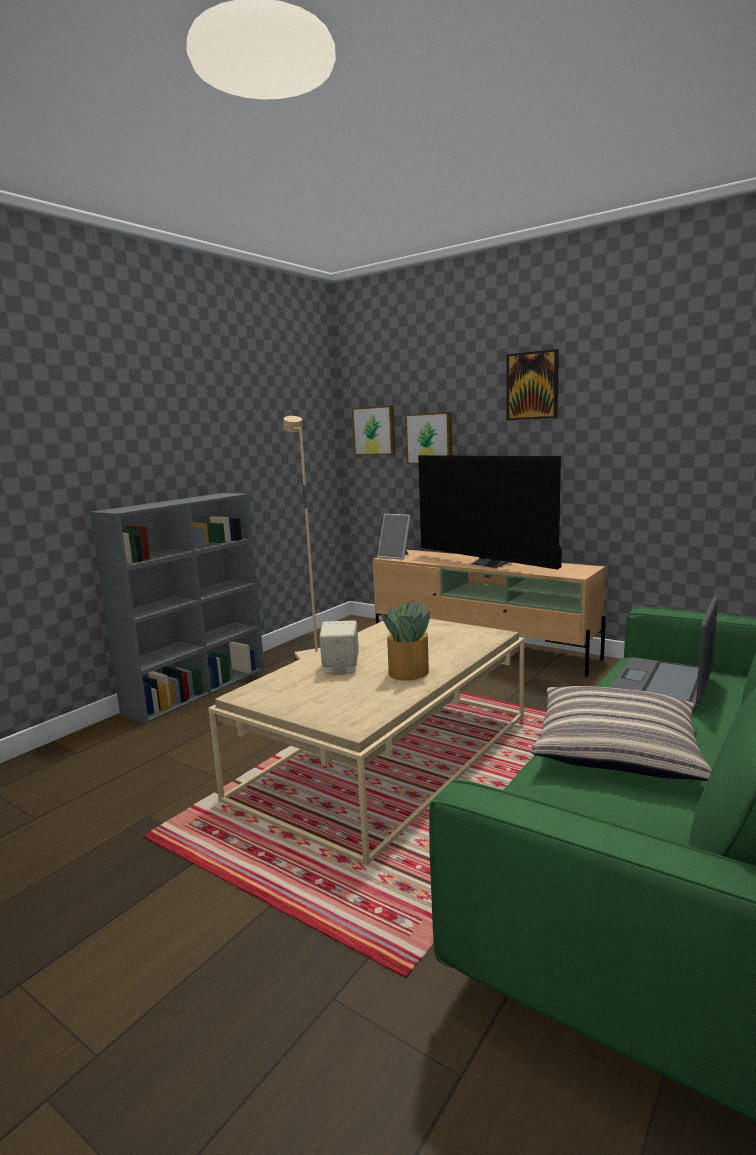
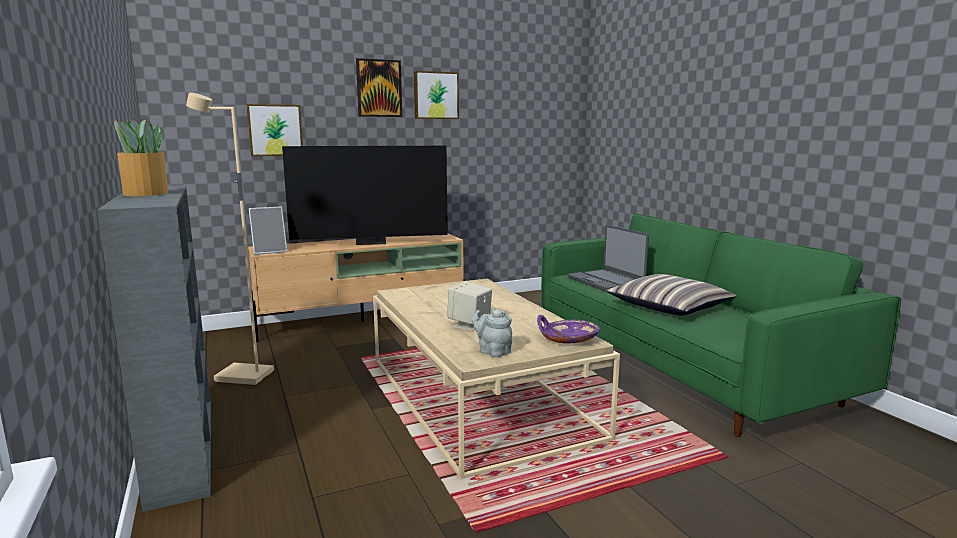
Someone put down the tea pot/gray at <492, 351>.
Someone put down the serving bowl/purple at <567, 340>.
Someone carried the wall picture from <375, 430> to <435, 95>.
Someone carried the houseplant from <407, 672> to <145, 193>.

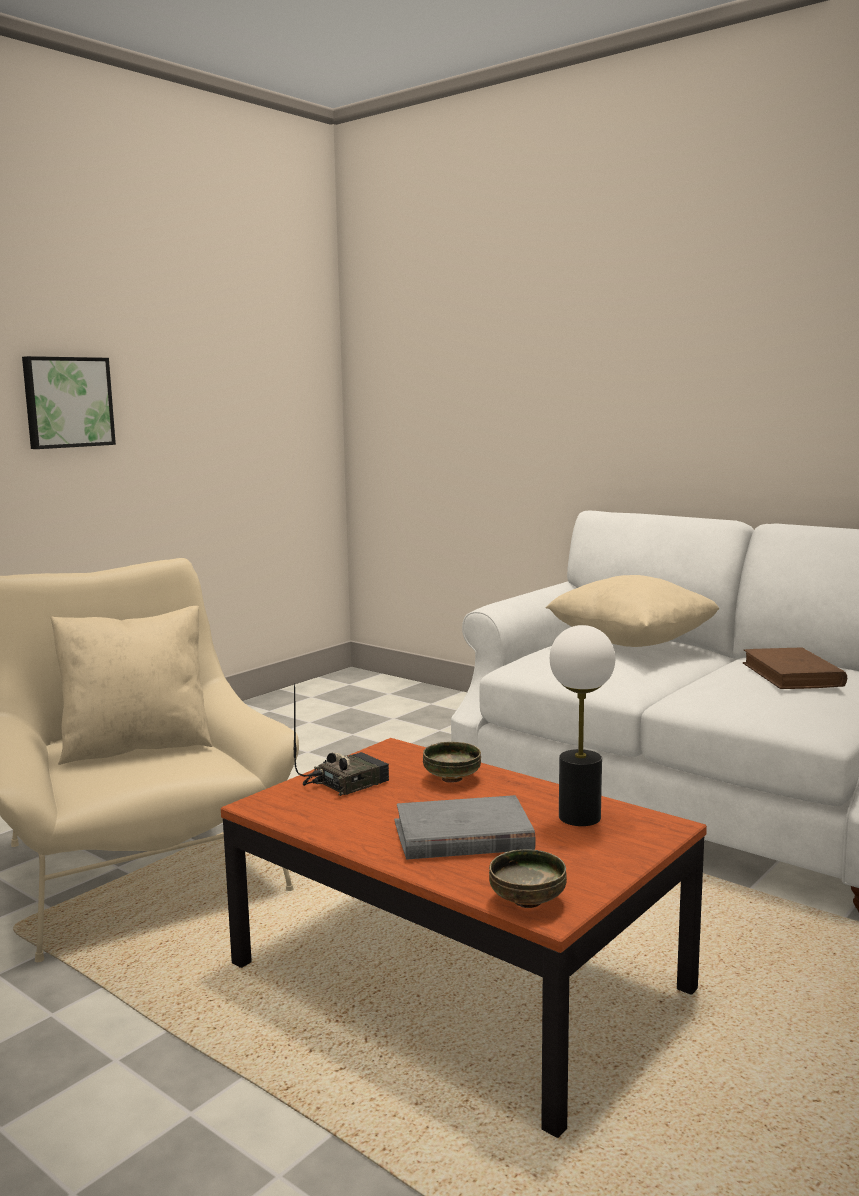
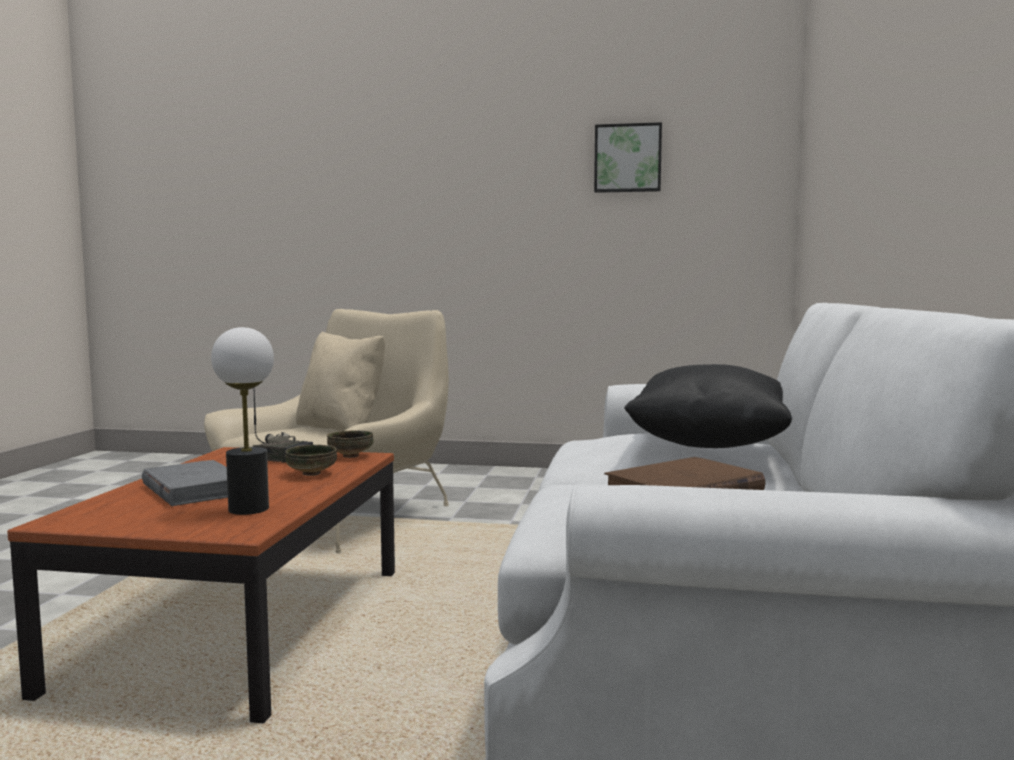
Someone carried the wall picture from <67, 402> to <627, 158>.
Someone carried the serving bowl from <528, 902> to <350, 456>.
Someone repainted the throw pillow/beige-coloured at <631, 642>, which became the throw pillow/black-coloured at <709, 445>.

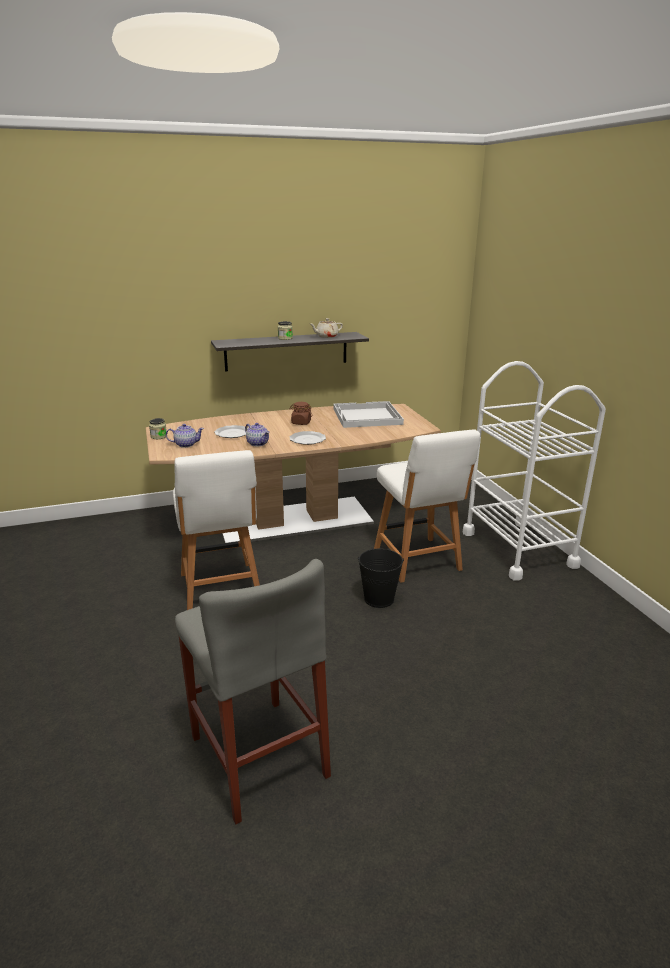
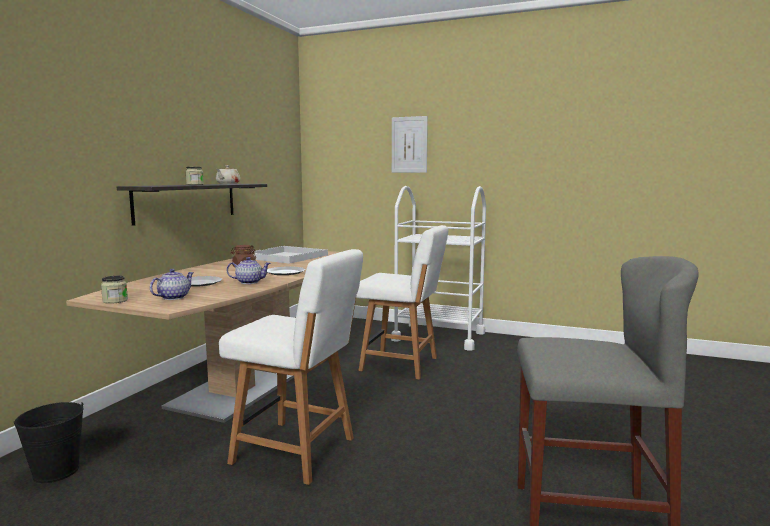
Someone put up the wall picture at <409, 144>.
Someone carried the pail/black-coloured from <379, 599> to <56, 471>.

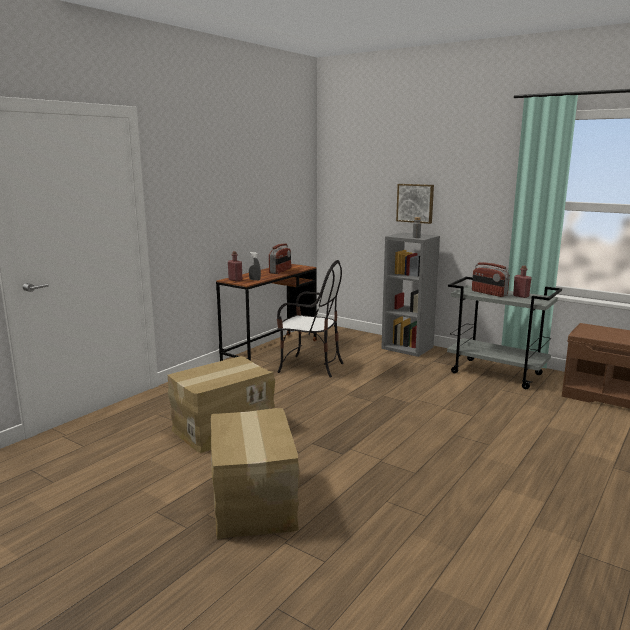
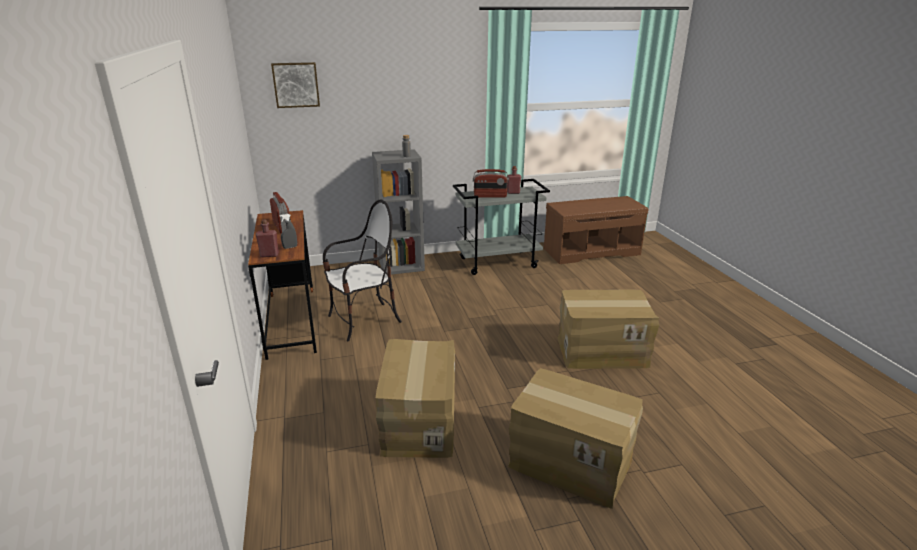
Someone put down the cardboard box at <601, 351>.
Someone carried the wall picture from <415, 203> to <296, 85>.

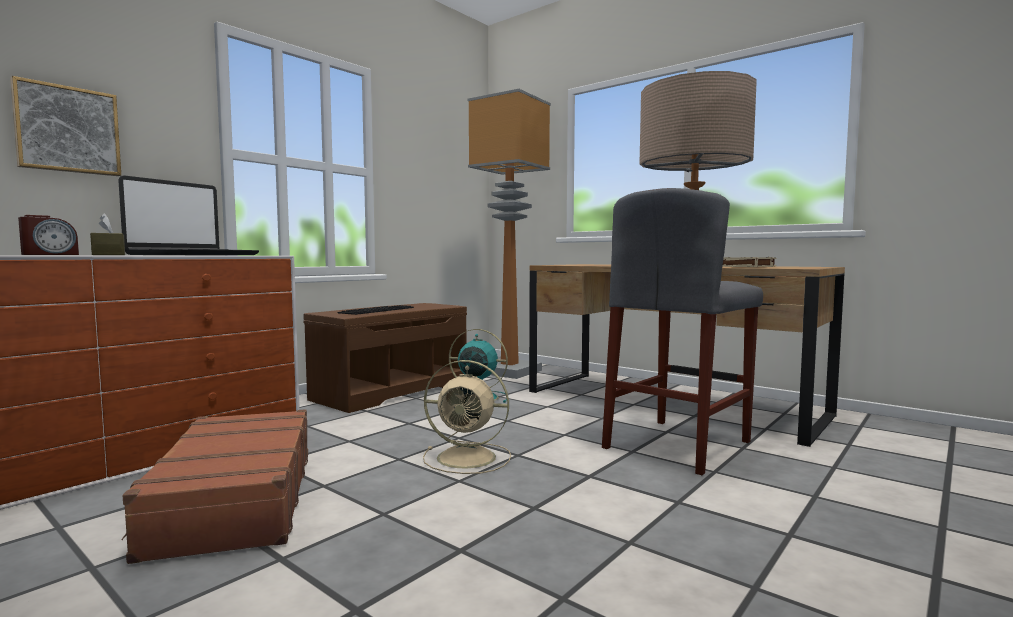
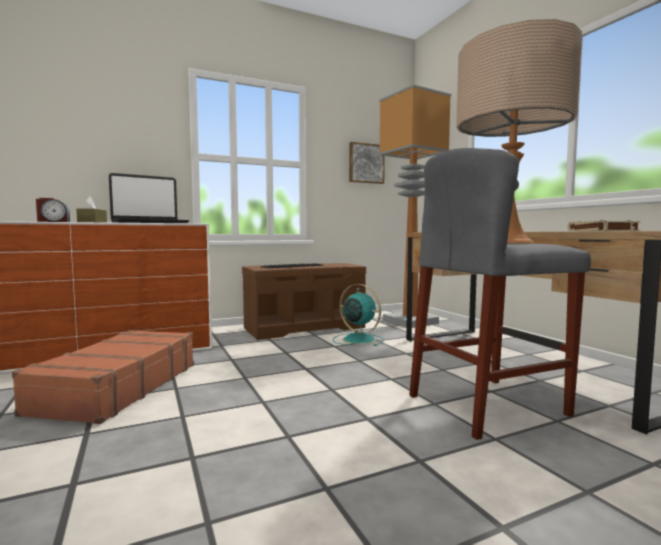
Someone took away the electric fan/beige-coloured at <469, 458>.
Someone carried the wall picture from <67, 130> to <366, 163>.

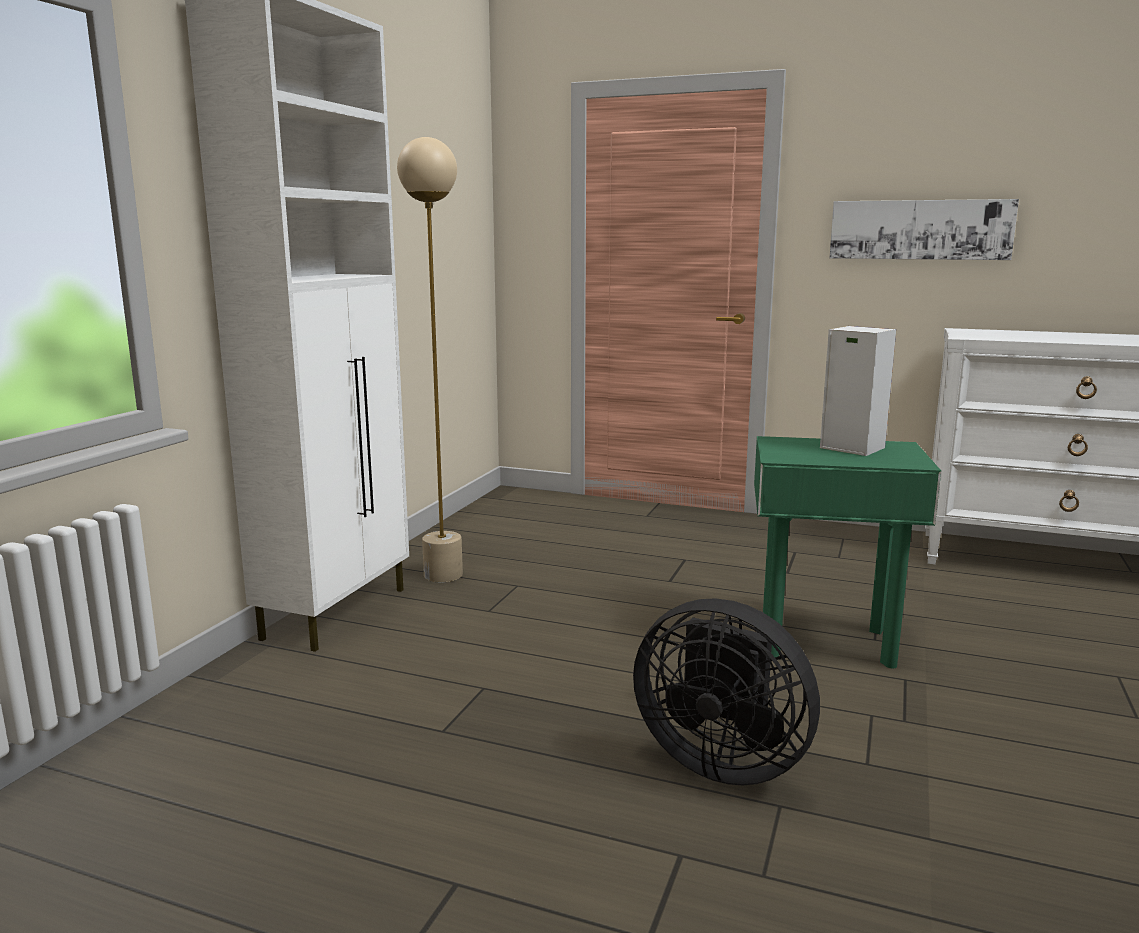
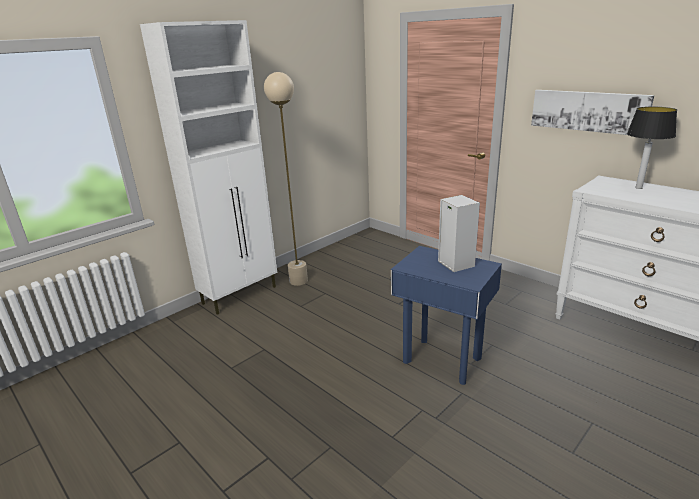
Someone took away the electric fan/black-coloured at <721, 760>.
Someone put down the tabletop lamp at <638, 188>.
Someone repainted the end table/green at <826, 643>, which became the end table/blue-coloured at <441, 360>.

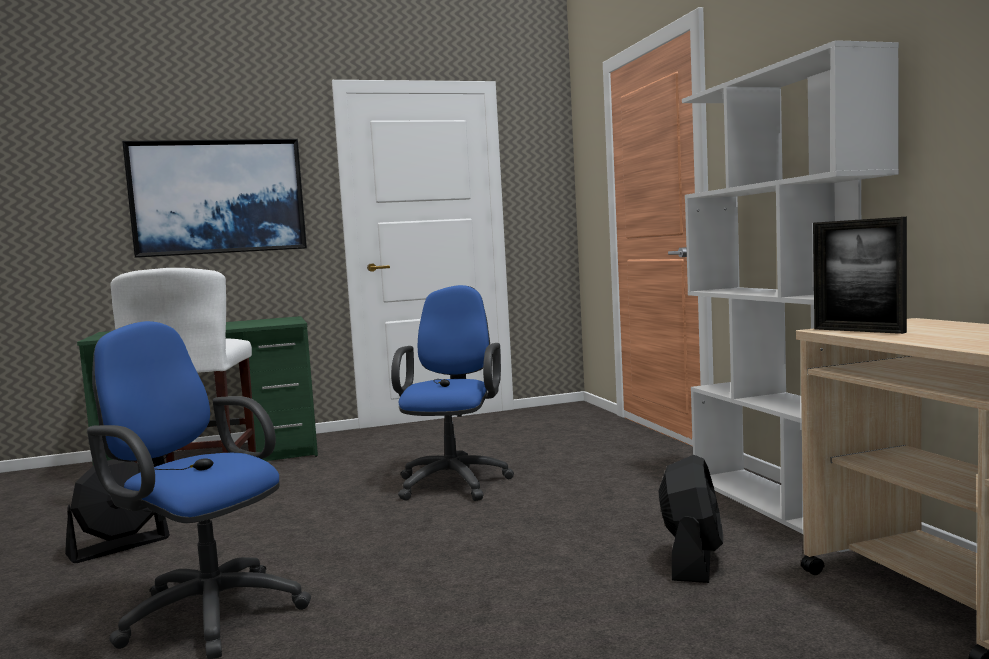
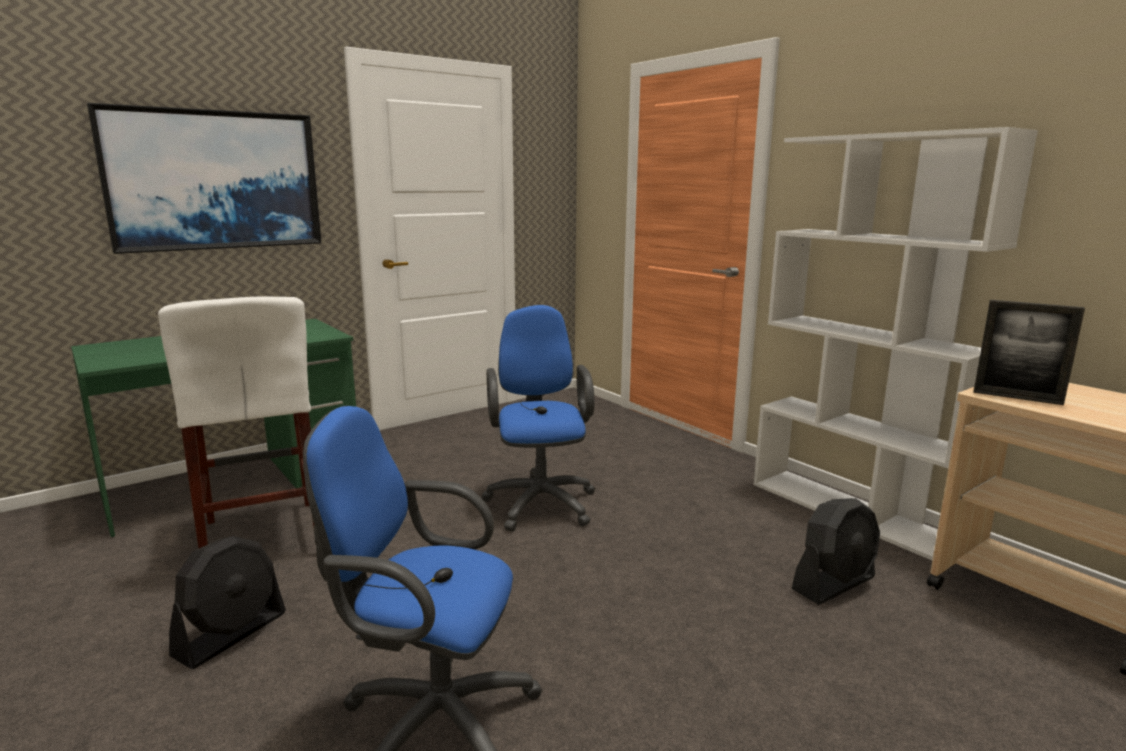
Someone rotated the electric fan/black-coloured at <692, 560> by 60 degrees clockwise.

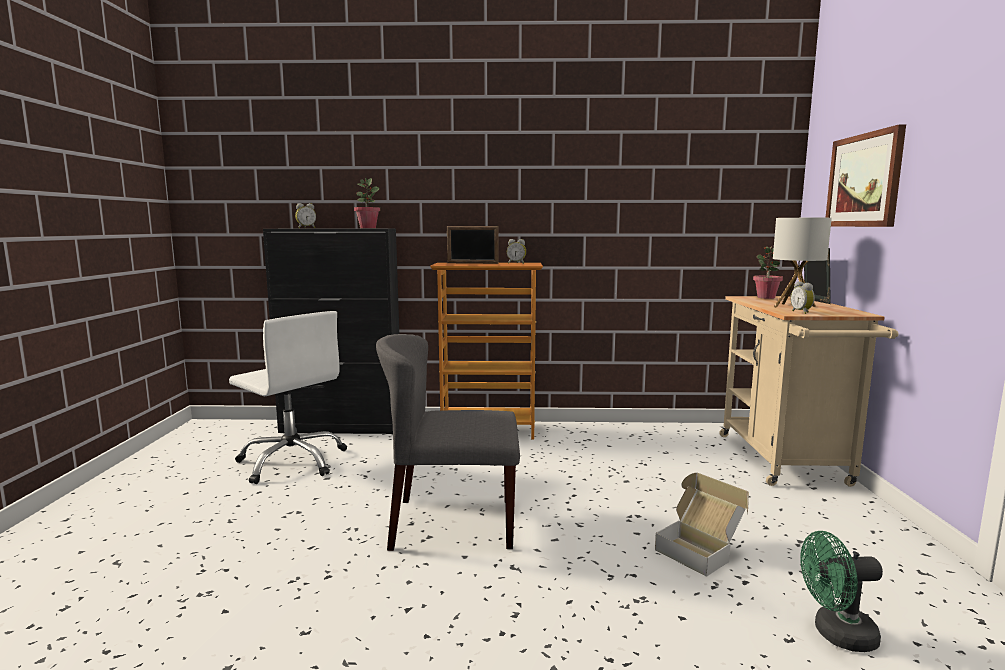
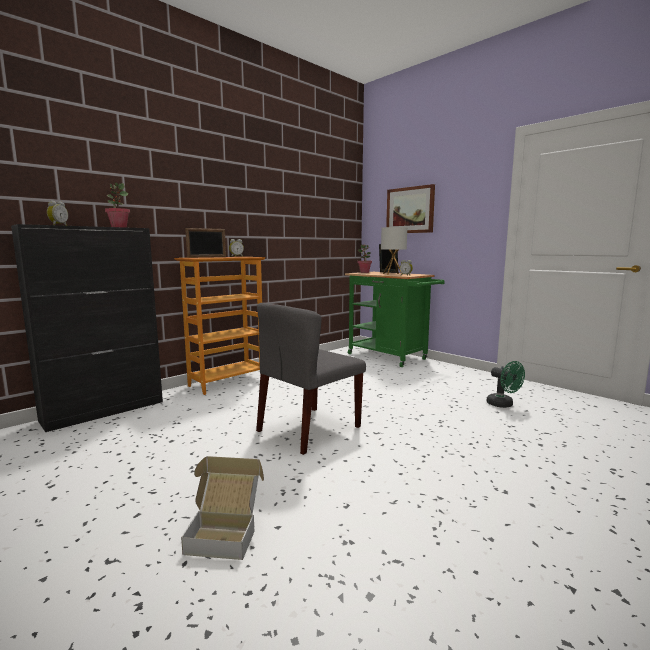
Someone took away the office chair/white-coloured at <293, 461>.
Someone carried the cardboard box from <700, 550> to <225, 532>.
Someone repainted the cart/beige-coloured at <786, 463>, which became the cart/green at <391, 357>.
Someone rotated the electric fan/green at <836, 634> by 75 degrees counterclockwise.

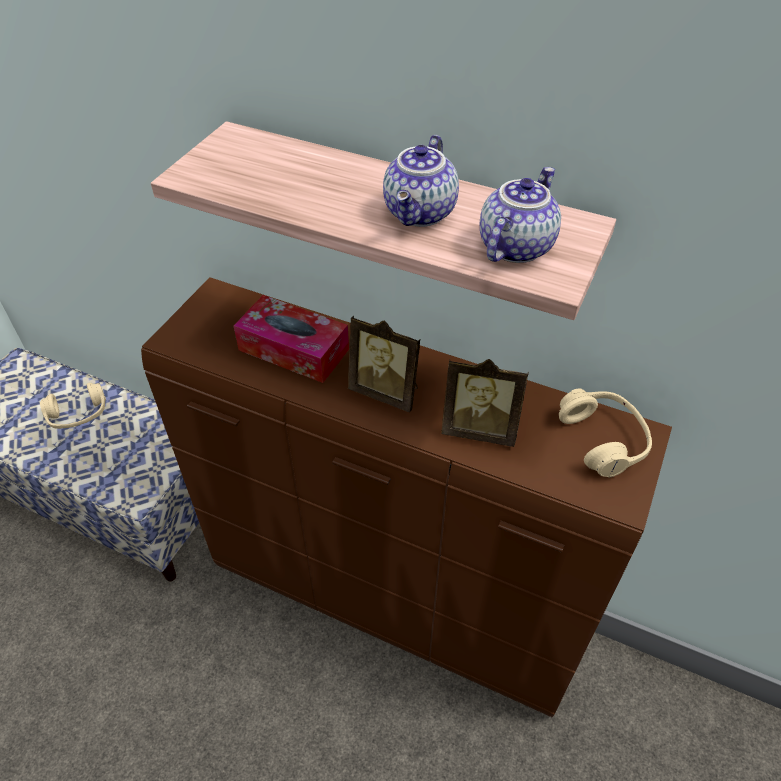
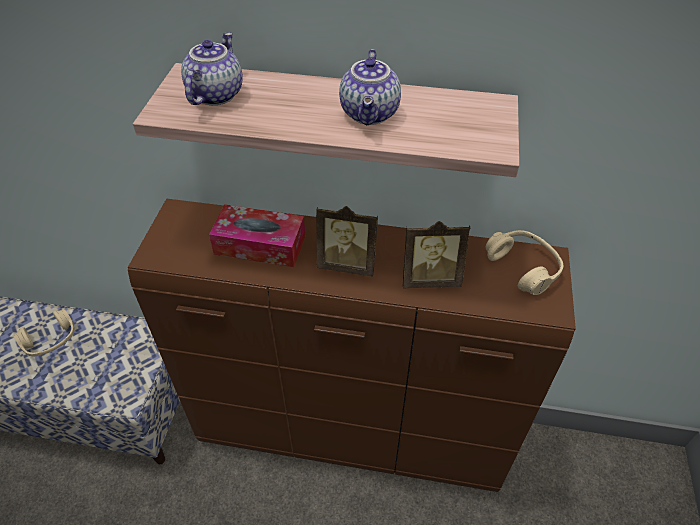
Someone carried the tea pot from <514, 246> to <215, 94>.

